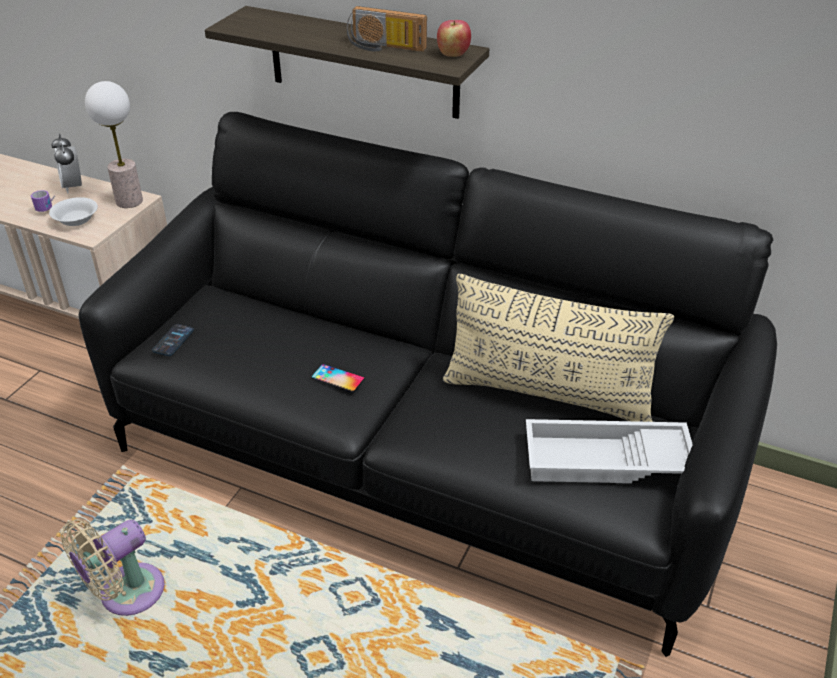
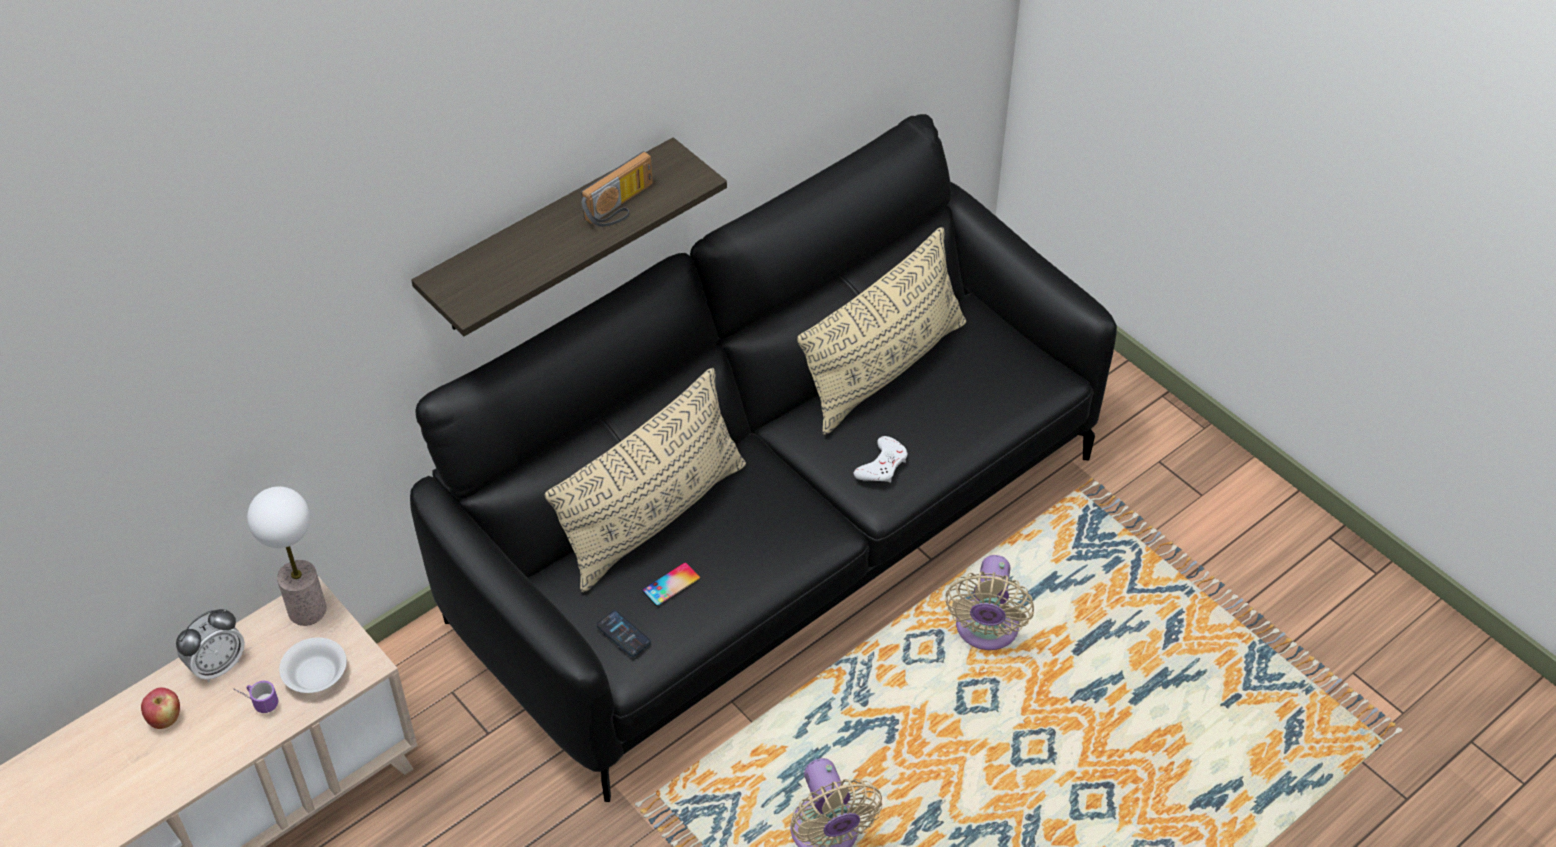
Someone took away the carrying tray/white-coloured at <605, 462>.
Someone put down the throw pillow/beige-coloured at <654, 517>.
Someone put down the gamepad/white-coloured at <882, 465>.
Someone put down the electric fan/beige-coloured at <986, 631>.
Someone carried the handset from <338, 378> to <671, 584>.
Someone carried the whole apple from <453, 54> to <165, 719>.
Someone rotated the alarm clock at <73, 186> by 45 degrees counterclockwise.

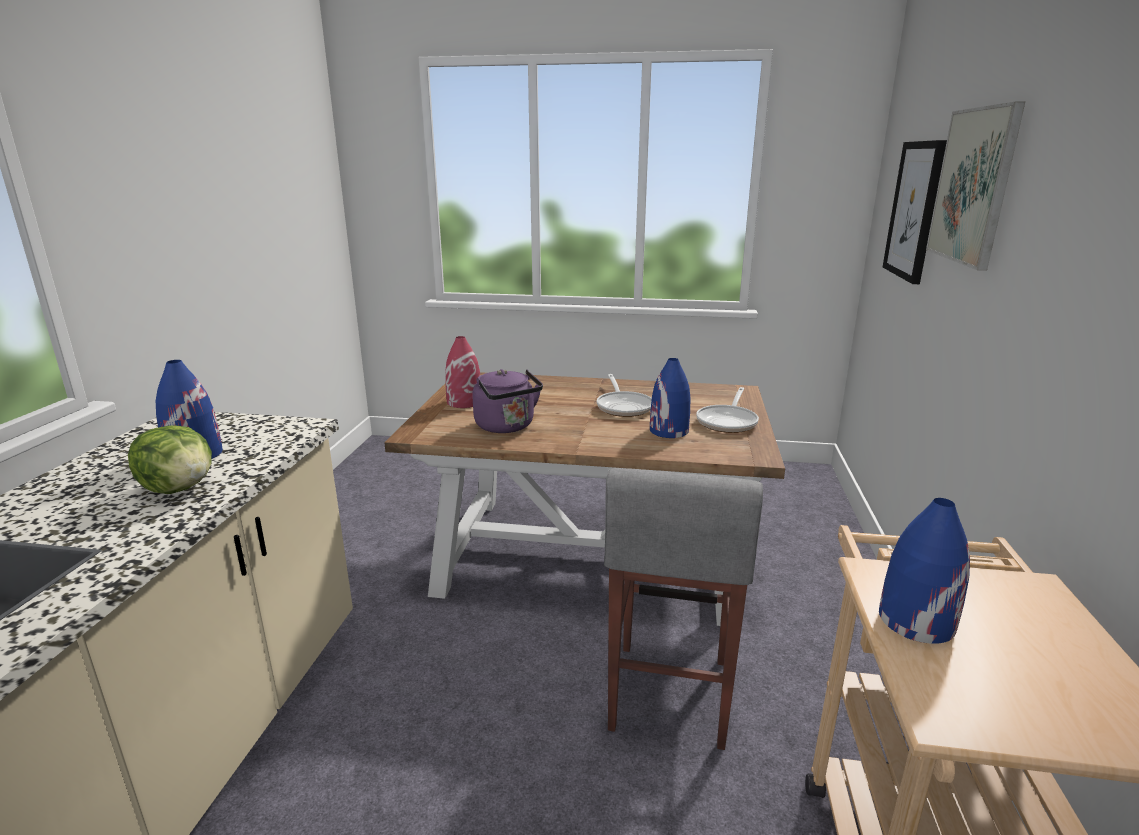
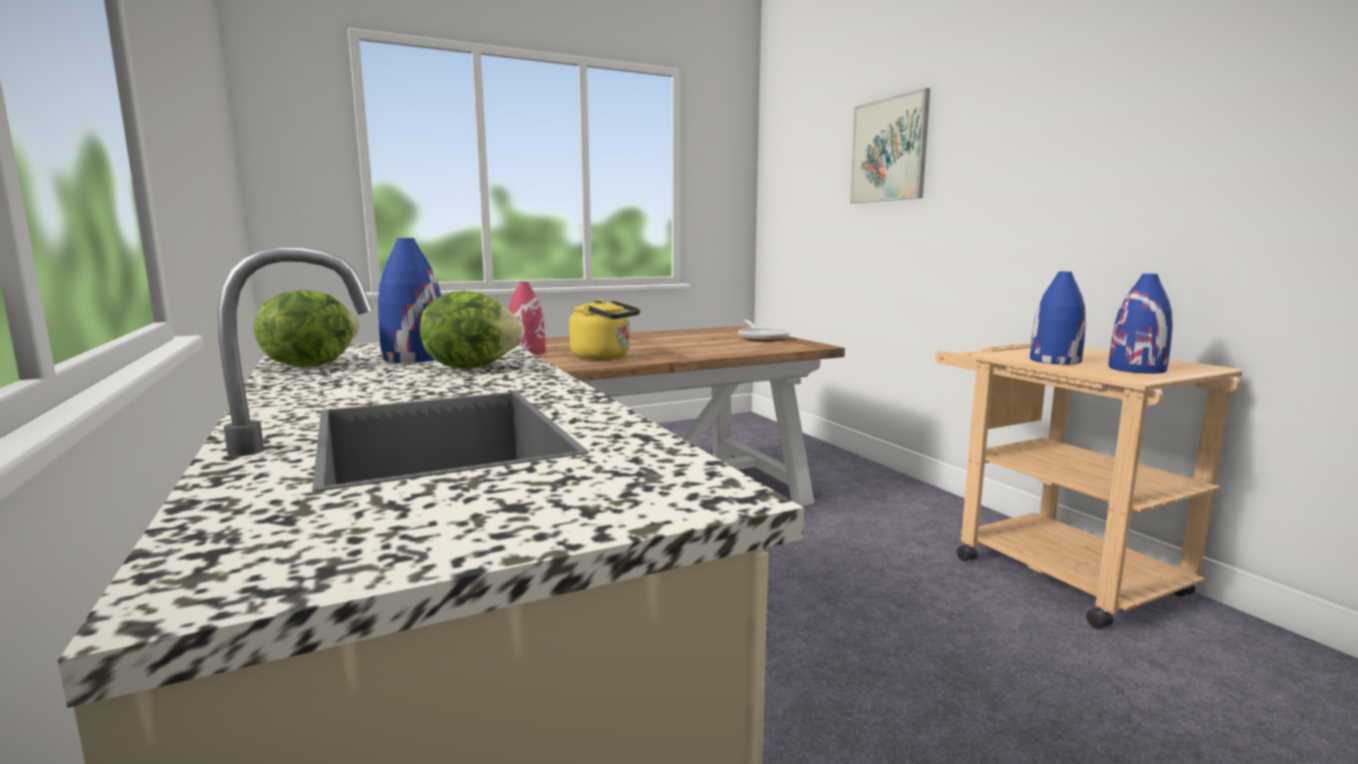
Someone took away the pan at <624, 406>.
Someone took away the sitting stool/gray at <667, 694>.
Someone took away the wall picture at <914, 210>.
Someone put down the lettuce at <310, 365>.
Someone carried the decorative vase/blue-coloured from <669, 431> to <1137, 369>.
Someone repainted the water kettle/purple at <507, 427>, which became the water kettle/yellow at <604, 357>.

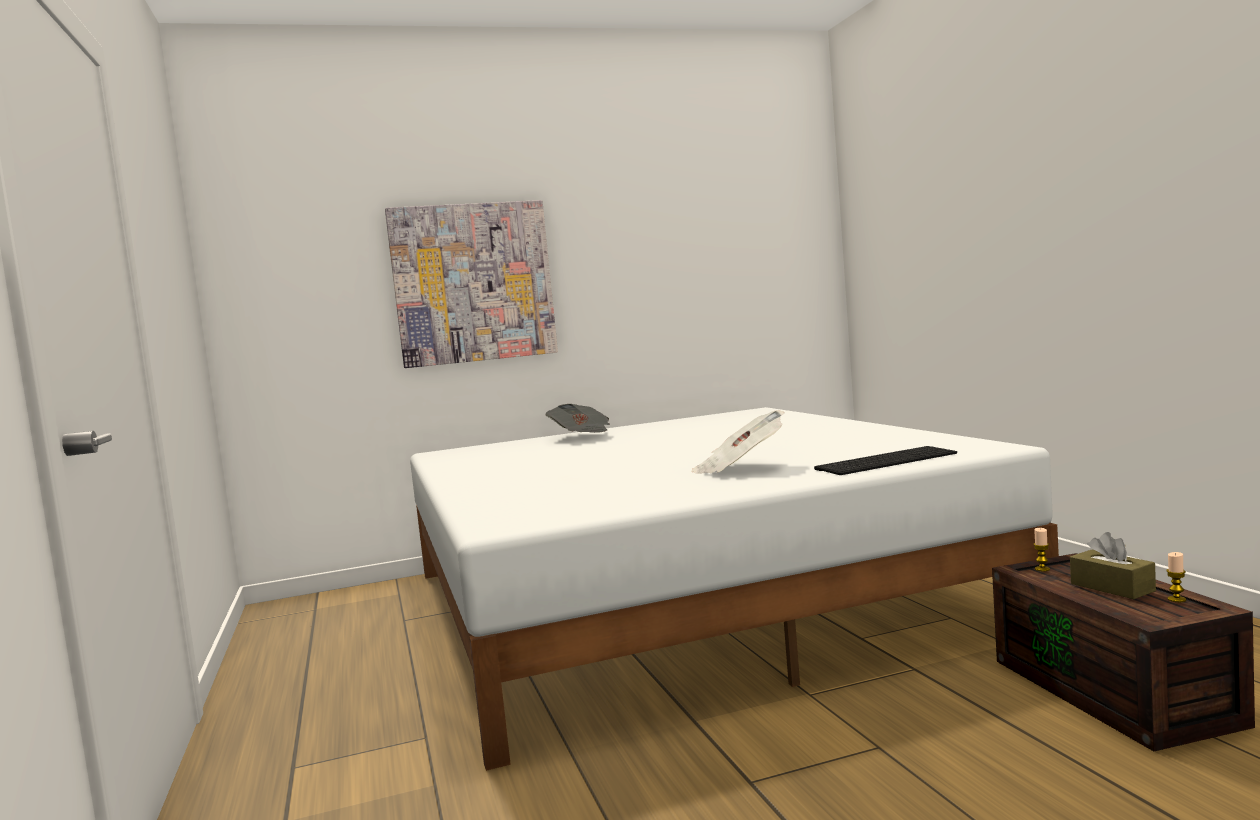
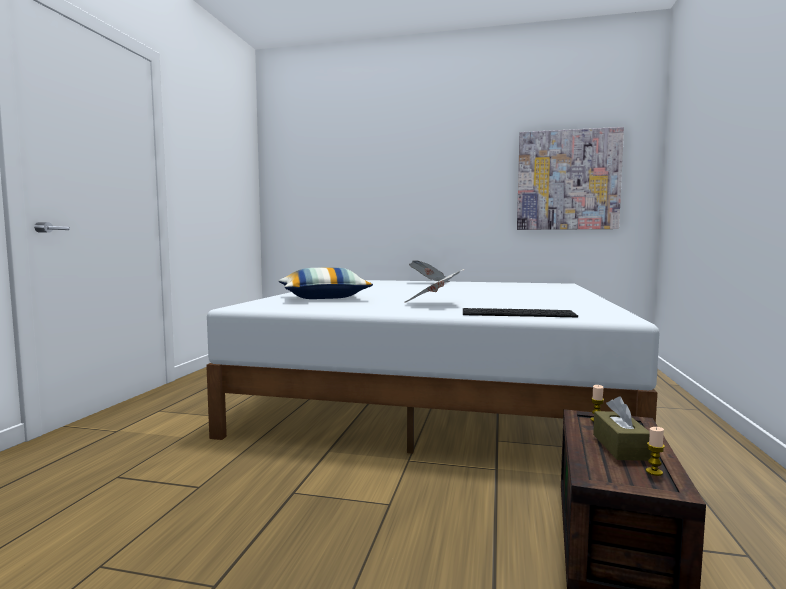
Someone put down the throw pillow at <323, 298>.
Someone carried the wall picture from <473, 283> to <568, 180>.

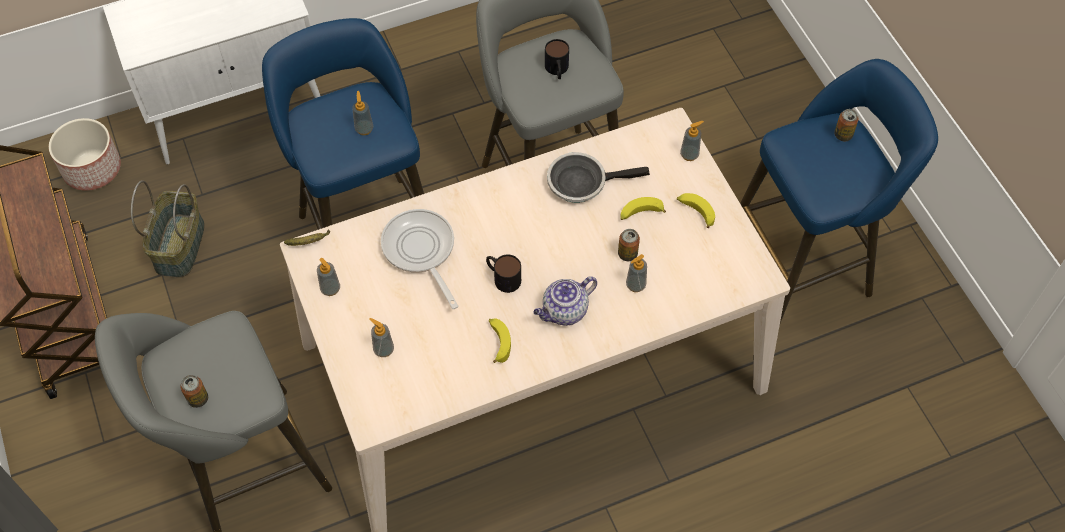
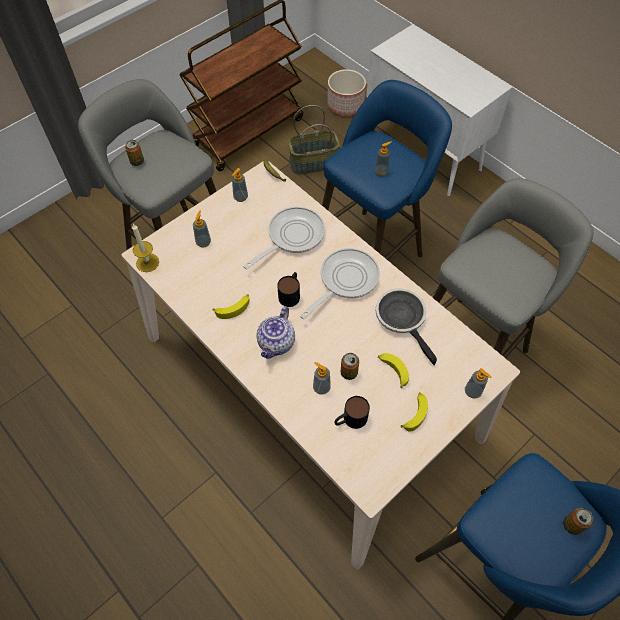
Someone put down the candle at <147, 262>.
Someone put down the pan at <345, 280>.
Someone carried the coffee mug from <557, 70> to <350, 420>.
Someone rotated the tea pot at <564, 312> by 105 degrees counterclockwise.

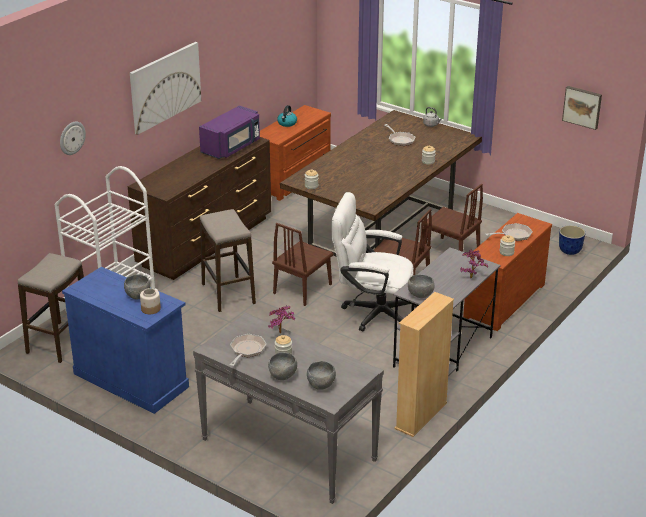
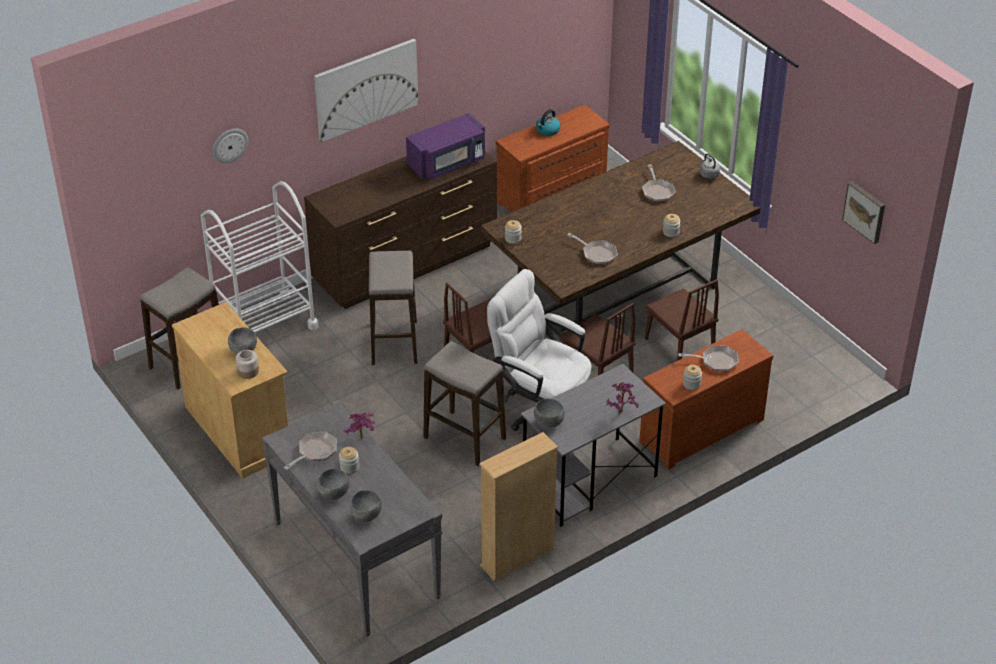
Someone took away the flower pot at <569, 251>.
Someone put down the sitting stool at <464, 439>.
Someone put down the pan at <597, 254>.
Someone repainted the cupboard/blue-coloured at <131, 380>, which became the cupboard/beige-coloured at <239, 430>.

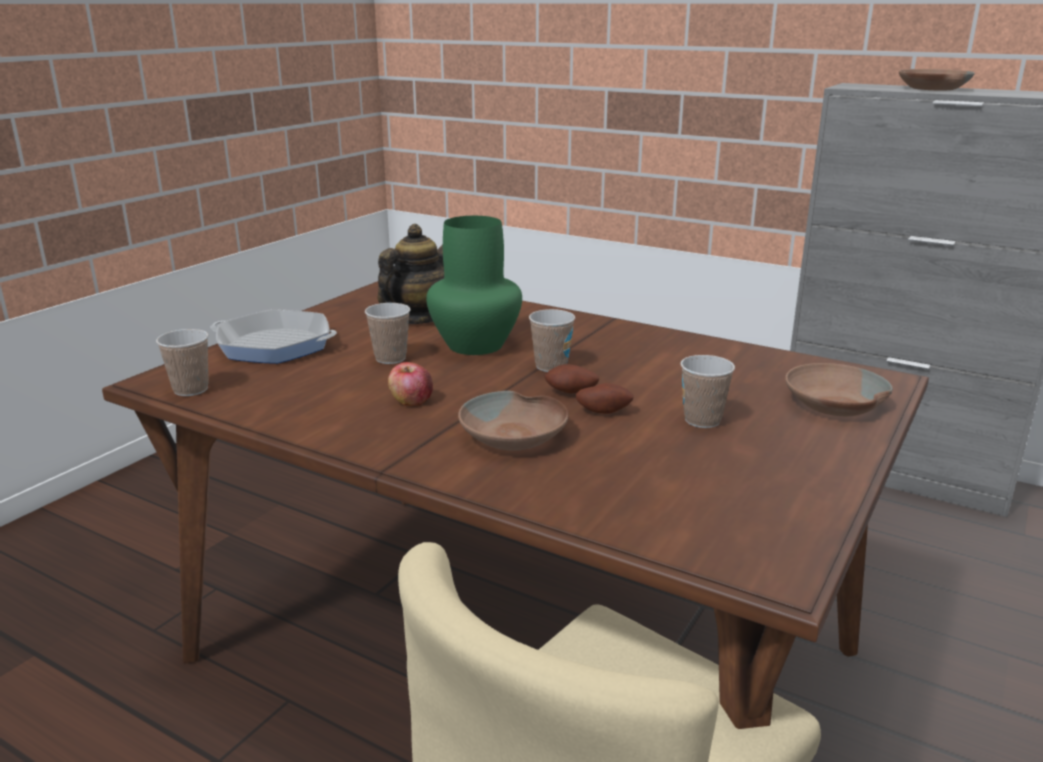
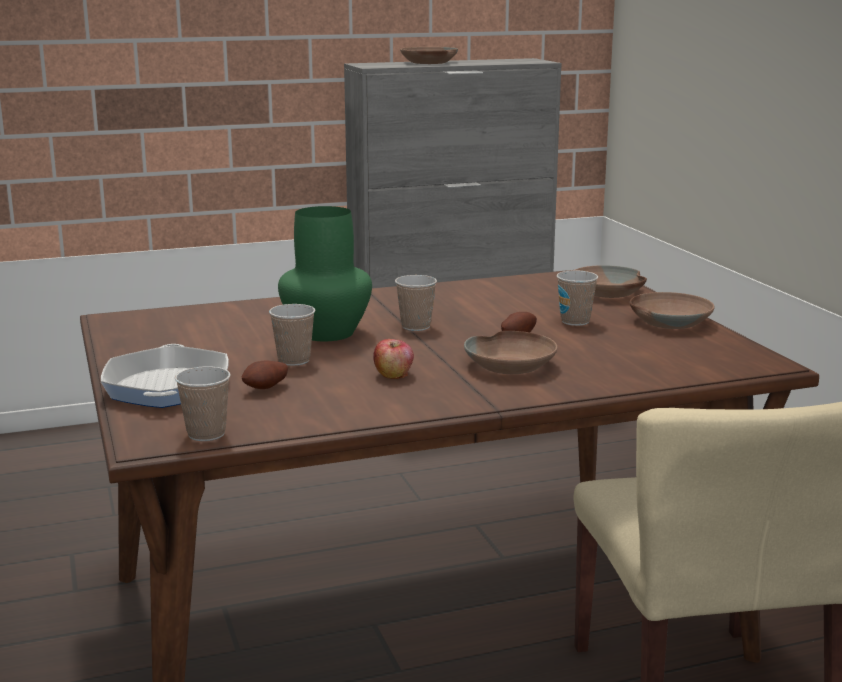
Someone took away the tea pot at <418, 318>.
Someone put down the serving bowl/brown-coloured at <669, 321>.
Someone carried the whole potato from <571, 393> to <266, 388>.
Someone rotated the pan at <275, 345> by 60 degrees counterclockwise.

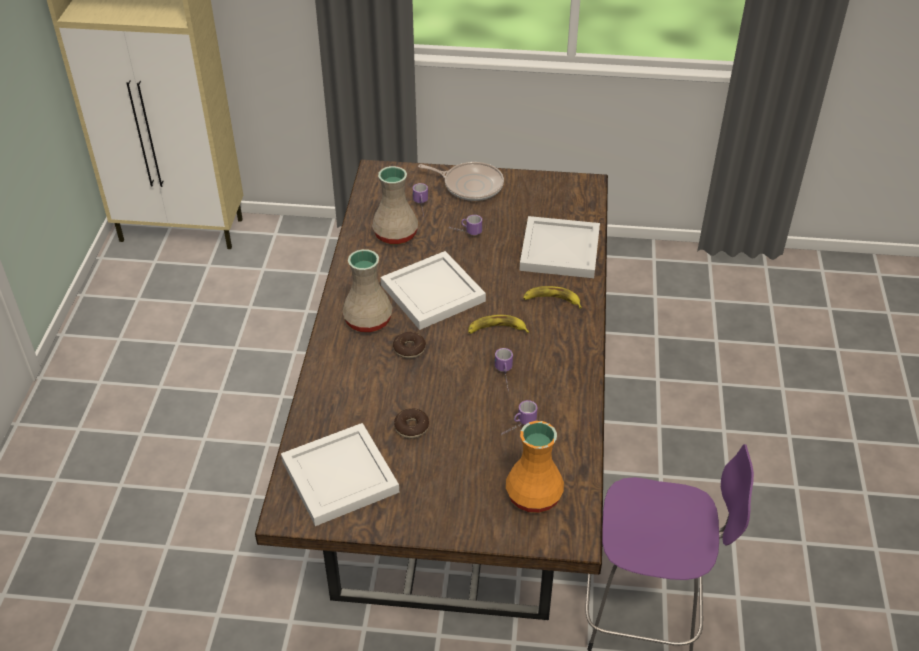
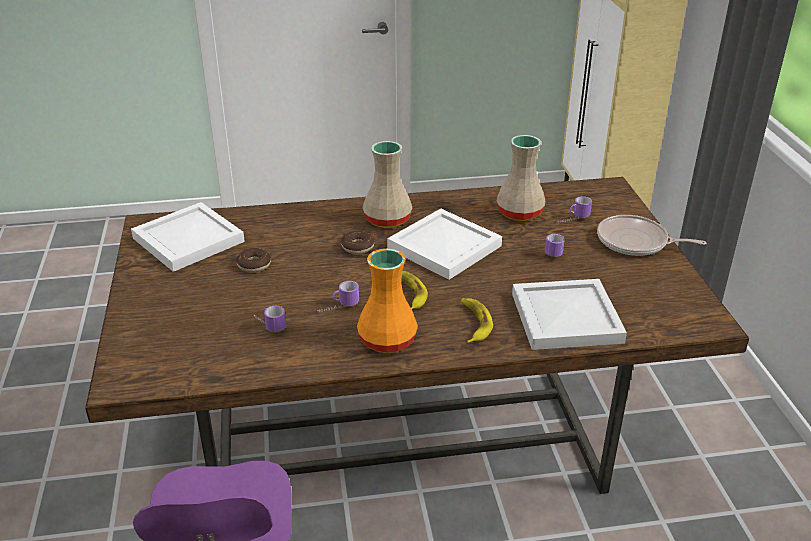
Someone carried the decorative vase/orange from <535, 496> to <387, 341>.
Someone rotated the pan at <470, 185> by 105 degrees clockwise.

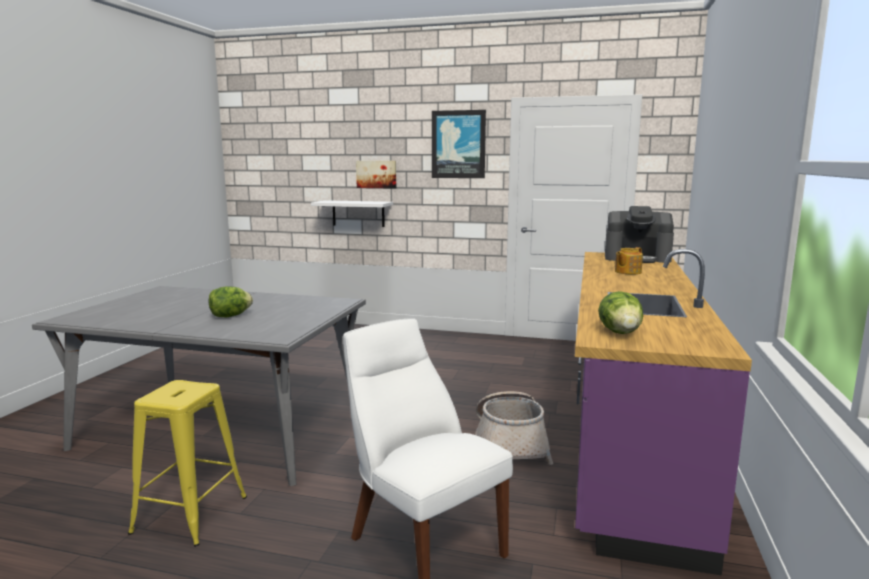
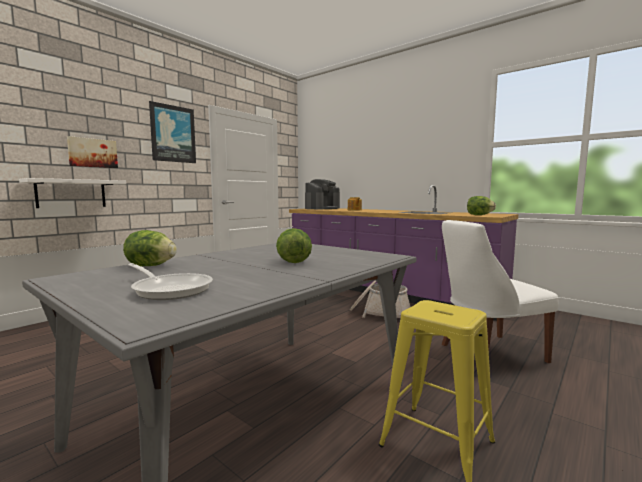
Someone put down the lettuce at <151, 266>.
Someone put down the pan at <170, 289>.

